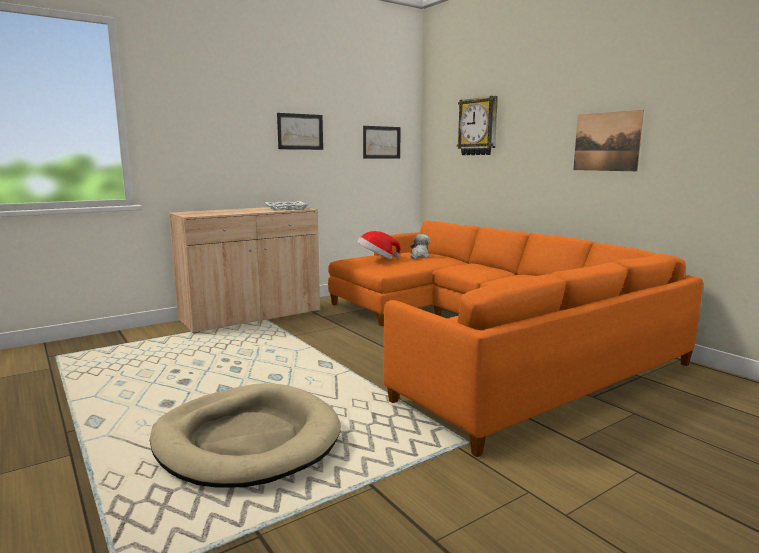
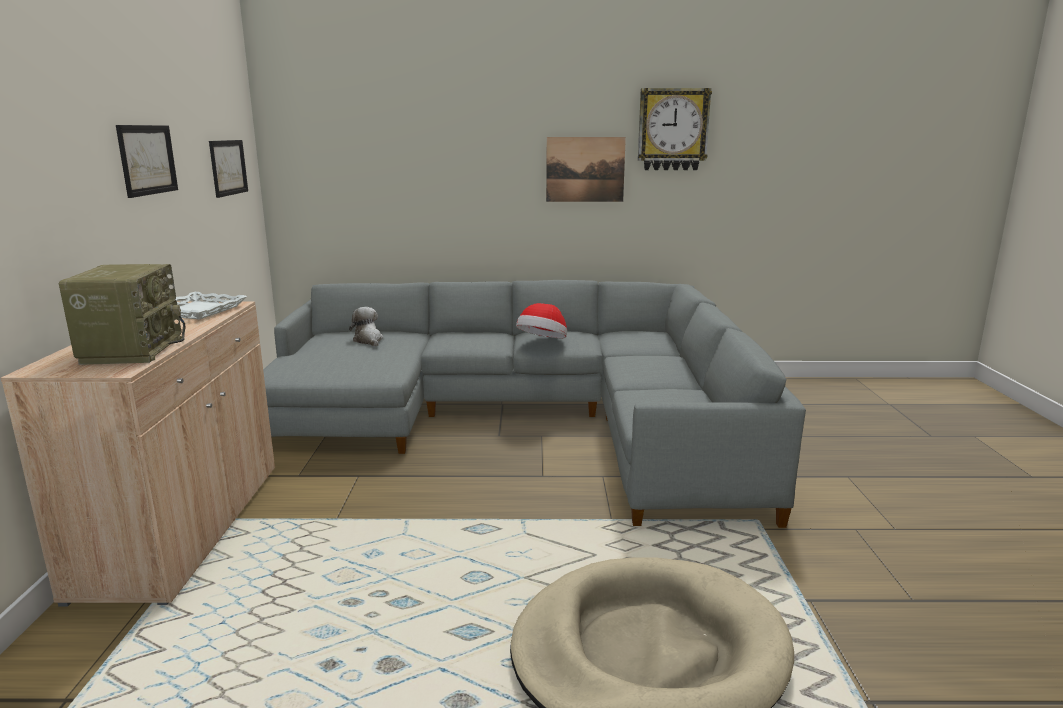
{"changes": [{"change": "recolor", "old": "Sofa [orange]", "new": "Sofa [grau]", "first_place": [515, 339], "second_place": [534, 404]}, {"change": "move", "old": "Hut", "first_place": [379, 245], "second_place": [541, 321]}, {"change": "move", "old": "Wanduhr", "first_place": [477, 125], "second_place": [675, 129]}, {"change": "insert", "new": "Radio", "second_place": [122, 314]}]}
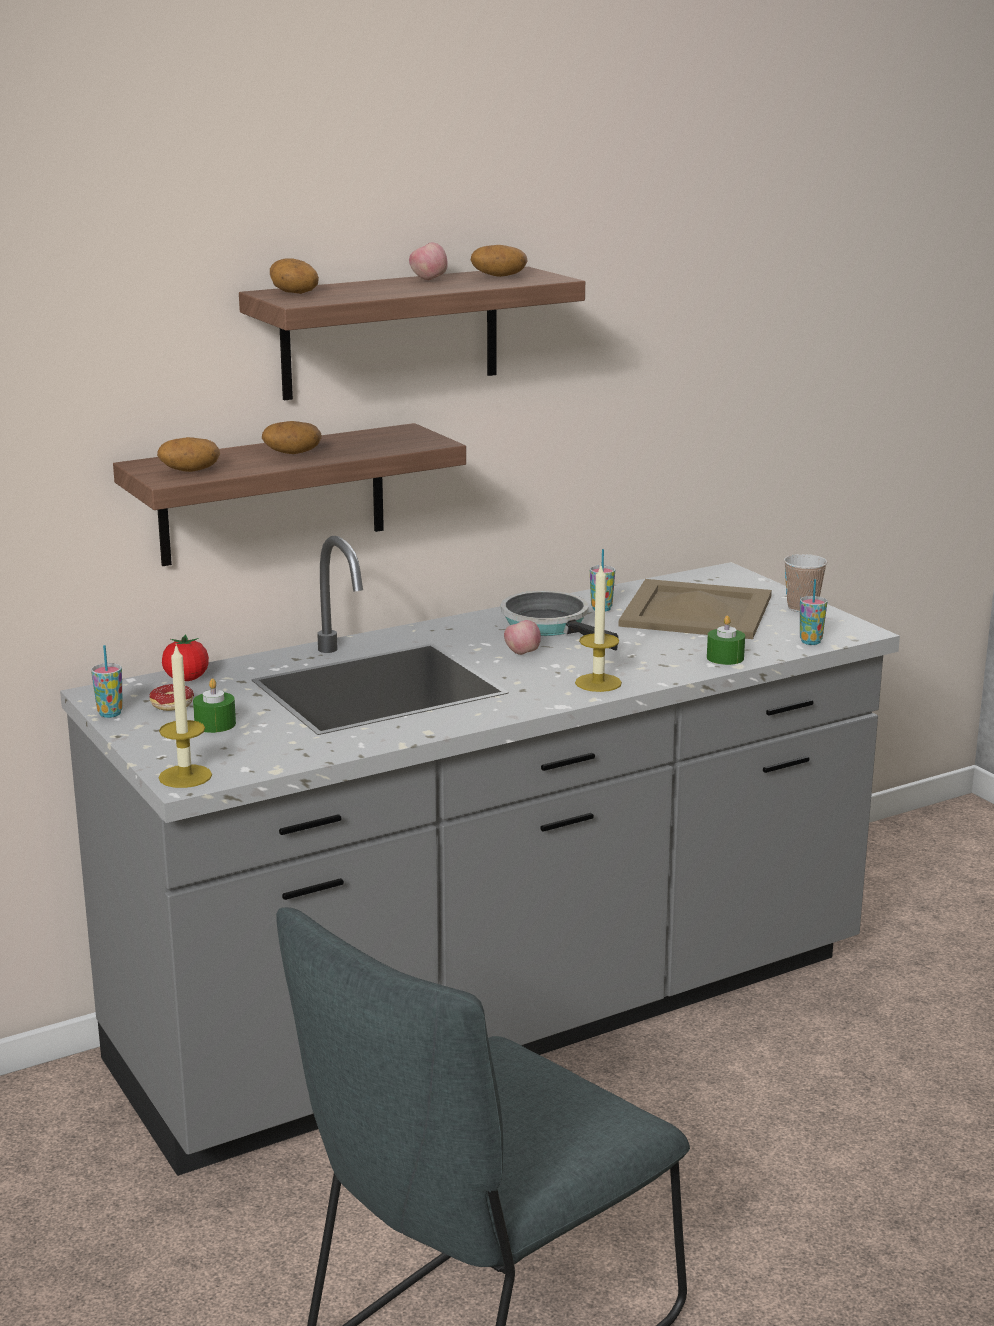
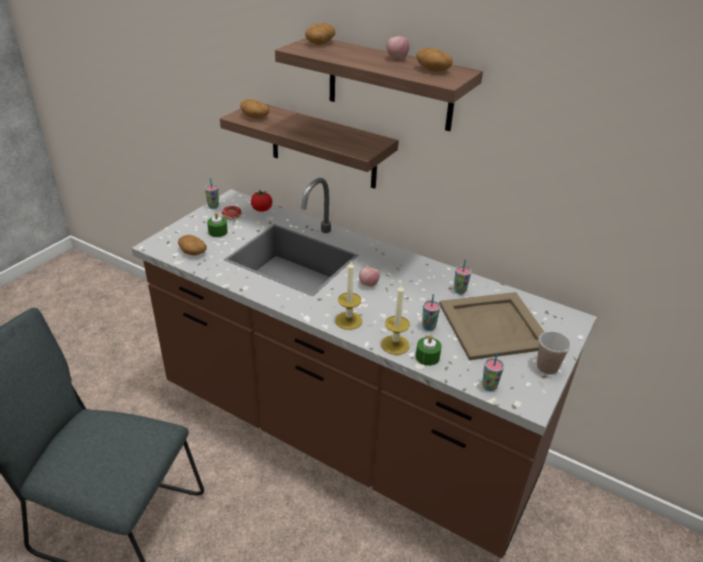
{"changes": [{"change": "recolor", "old": "Küchenzeile [grau]", "new": "Küchenzeile [braun]", "first_place": [480, 856], "second_place": [364, 368]}, {"change": "move", "old": "Kerze", "first_place": [185, 716], "second_place": [395, 319]}, {"change": "move", "old": "Kartoffel", "first_place": [292, 437], "second_place": [192, 245]}, {"change": "delete", "old": "Pfanne", "first_place": [559, 621]}, {"change": "insert", "new": "Tasse", "second_place": [431, 312]}]}
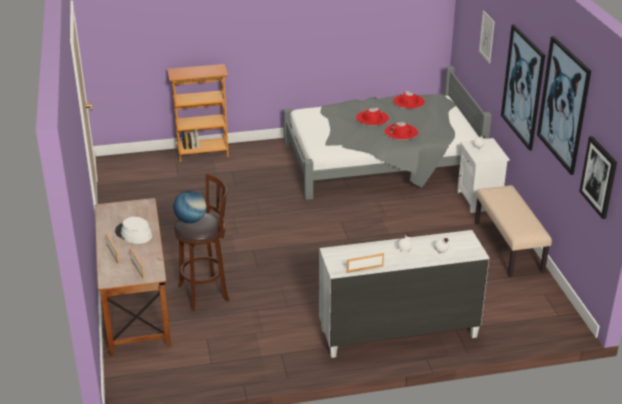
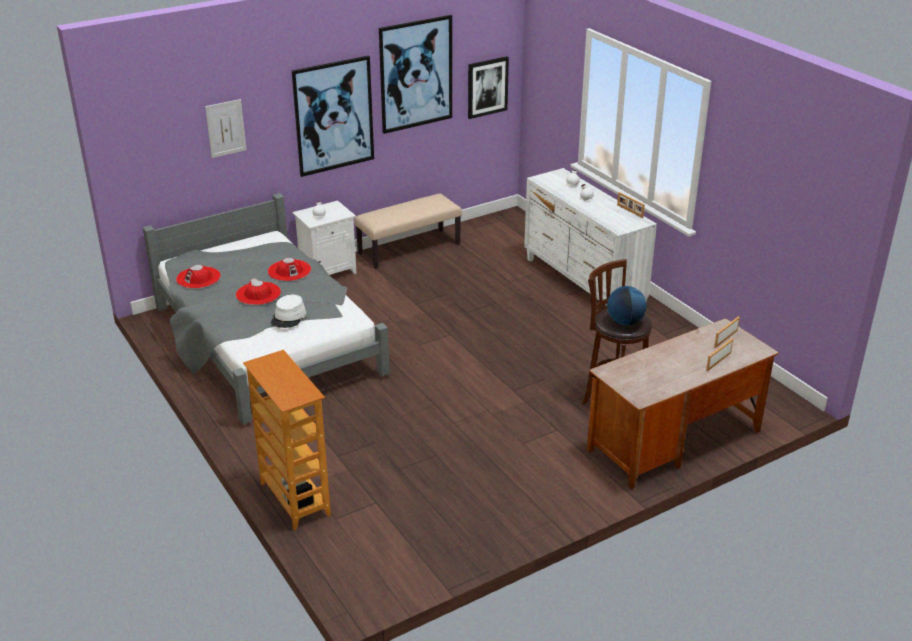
{"changes": [{"change": "move", "old": "Hut [weiß]", "first_place": [133, 230], "second_place": [288, 311]}]}
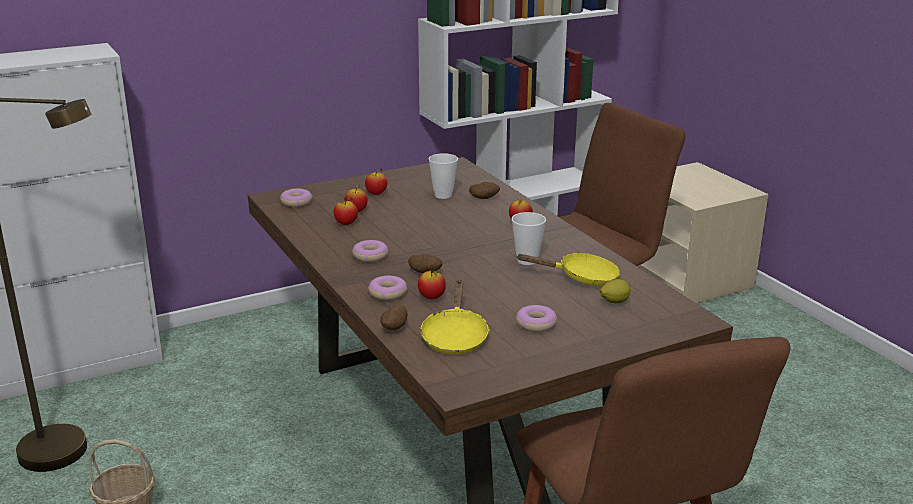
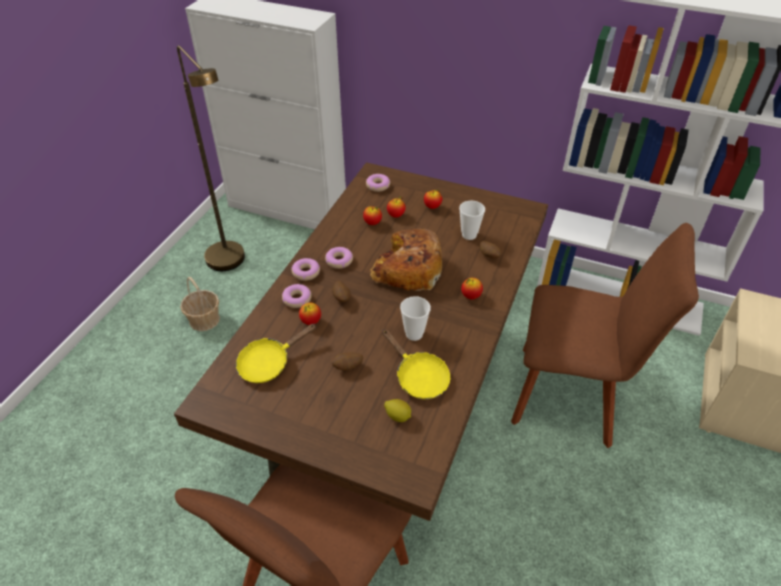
{"changes": [{"change": "move", "old": "Kartoffel", "first_place": [394, 317], "second_place": [347, 361]}, {"change": "move", "old": "Donut", "first_place": [536, 318], "second_place": [305, 269]}, {"change": "insert", "new": "Brot", "second_place": [405, 260]}]}
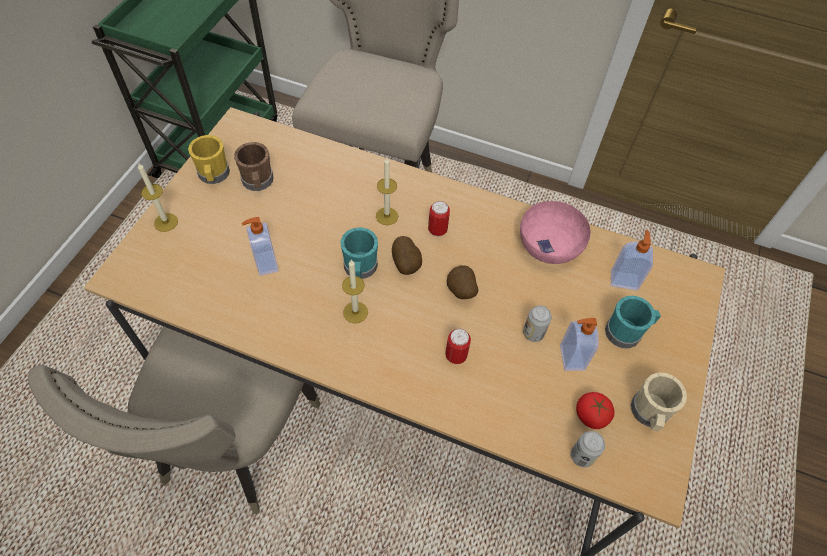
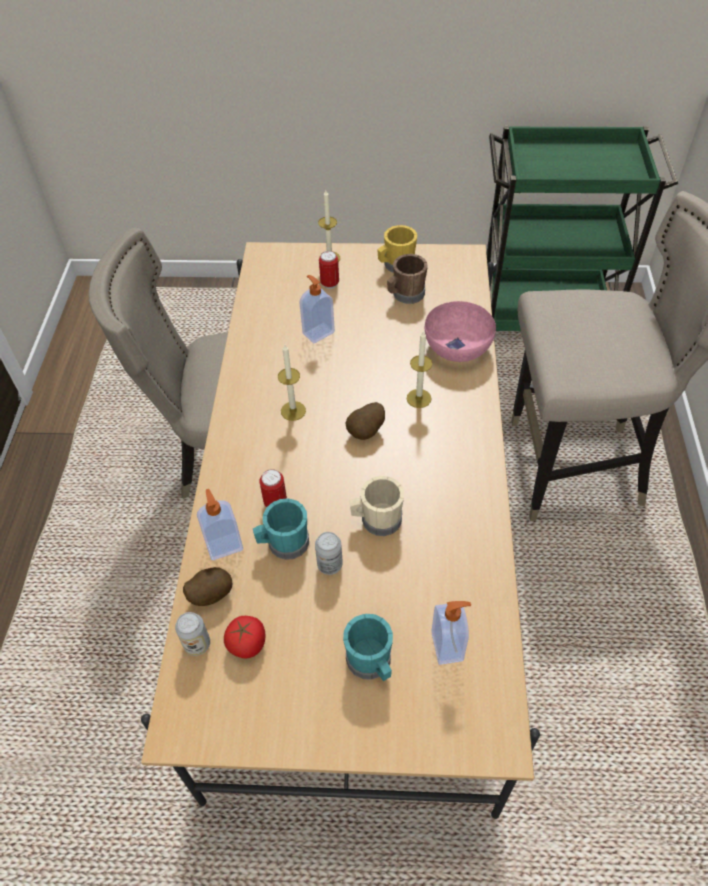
{"changes": [{"change": "move", "old": "Henkelbecher [türkis]", "first_place": [359, 253], "second_place": [281, 529]}, {"change": "move", "old": "Dose", "first_place": [439, 219], "second_place": [329, 270]}, {"change": "move", "old": "Kartoffel", "first_place": [462, 282], "second_place": [207, 586]}, {"change": "move", "old": "Schüssel [rosa]", "first_place": [555, 232], "second_place": [460, 331]}, {"change": "move", "old": "Seifenspender", "first_place": [579, 344], "second_place": [220, 524]}, {"change": "move", "old": "Henkelbecher [beige]", "first_place": [659, 402], "second_place": [376, 506]}]}
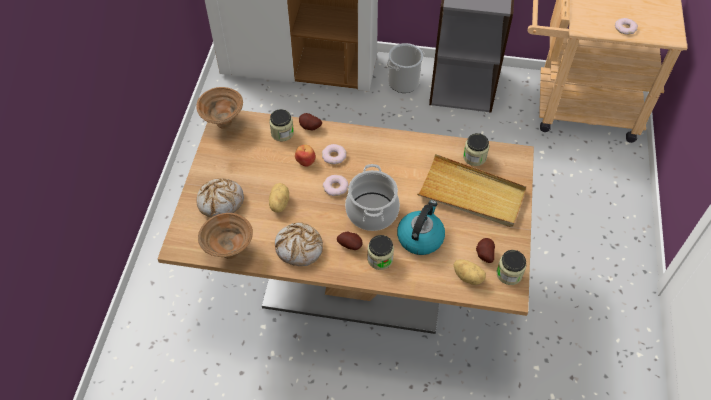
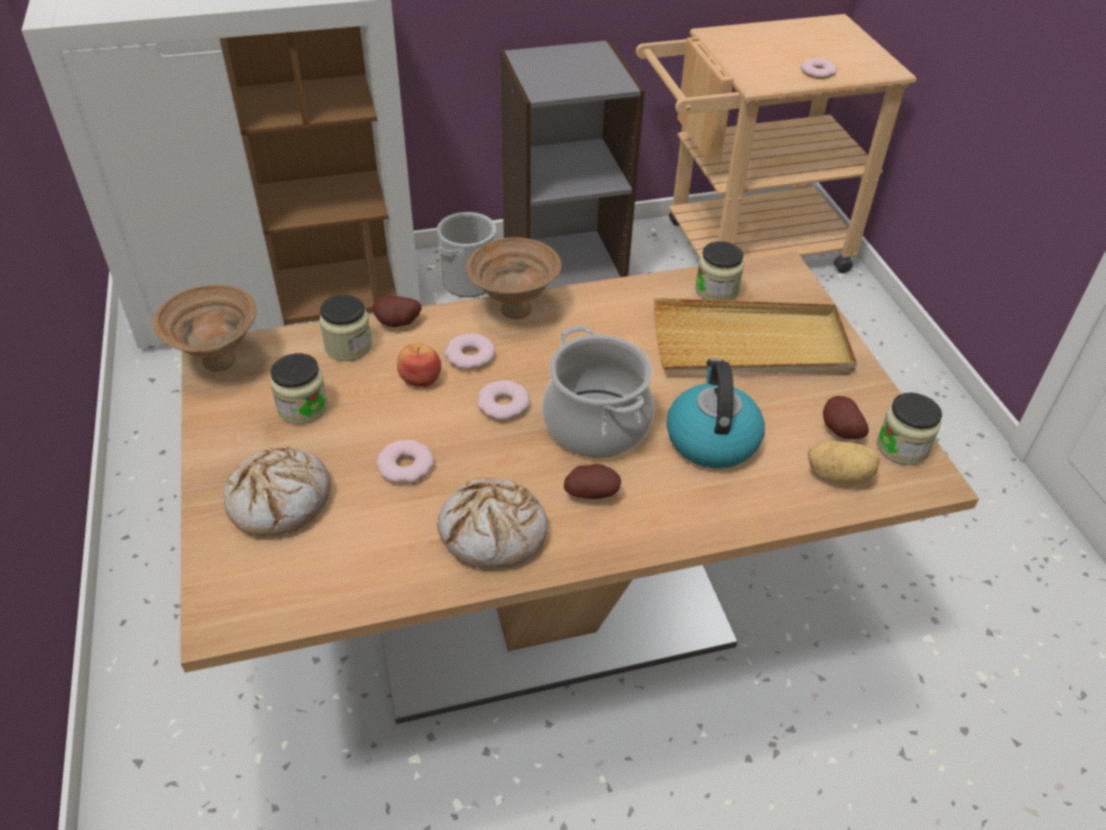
{"changes": [{"change": "move", "old": "Schüssel [braun]", "first_place": [225, 236], "second_place": [514, 278]}, {"change": "replace", "old": "Kartoffel", "new": "Donut", "first_place": [279, 197], "second_place": [405, 461]}, {"change": "move", "old": "Vorratsglas", "first_place": [380, 252], "second_place": [299, 388]}]}
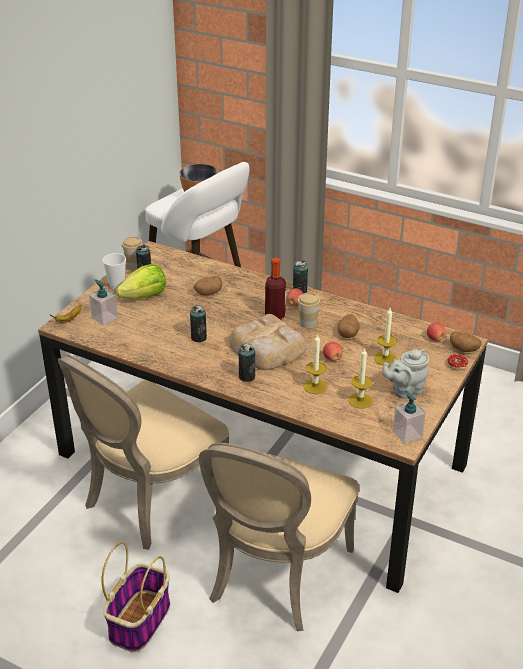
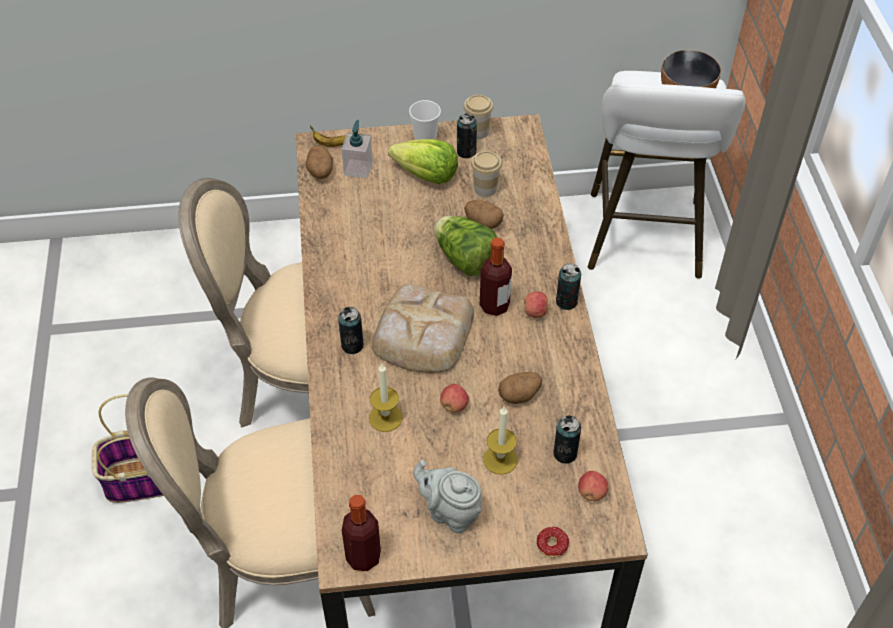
{"changes": [{"change": "move", "old": "Dose", "first_place": [198, 323], "second_place": [567, 439]}, {"change": "move", "old": "Tasse", "first_place": [309, 310], "second_place": [486, 174]}, {"change": "delete", "old": "Kerze", "first_place": [360, 378]}, {"change": "replace", "old": "Seifenspender", "new": "Flasche", "first_place": [409, 417], "second_place": [361, 533]}, {"change": "move", "old": "Kartoffel", "first_place": [466, 341], "second_place": [319, 162]}, {"change": "insert", "new": "Salatkopf", "second_place": [465, 246]}]}
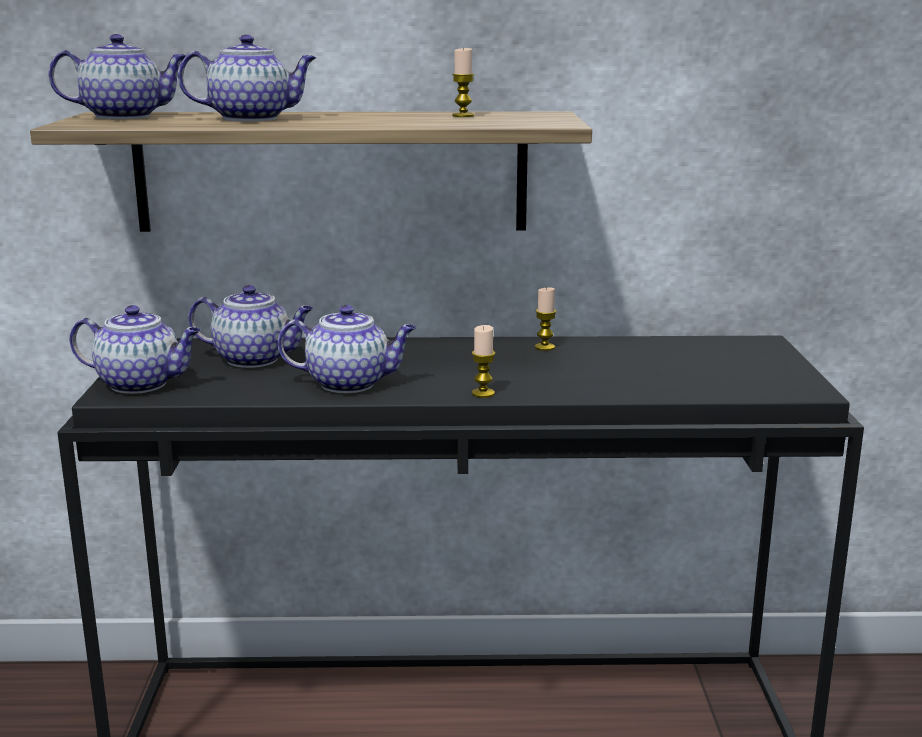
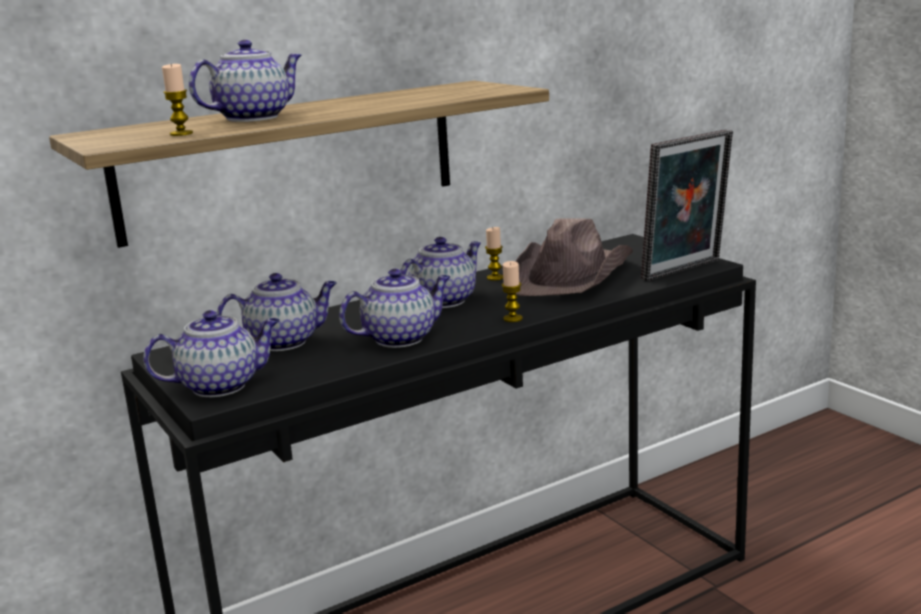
{"changes": [{"change": "move", "old": "Teekanne", "first_place": [117, 76], "second_place": [440, 272]}, {"change": "move", "old": "Kerze", "first_place": [463, 82], "second_place": [177, 100]}, {"change": "insert", "new": "Hut [braun]", "second_place": [574, 257]}, {"change": "insert", "new": "Bilderrahmen", "second_place": [687, 205]}]}
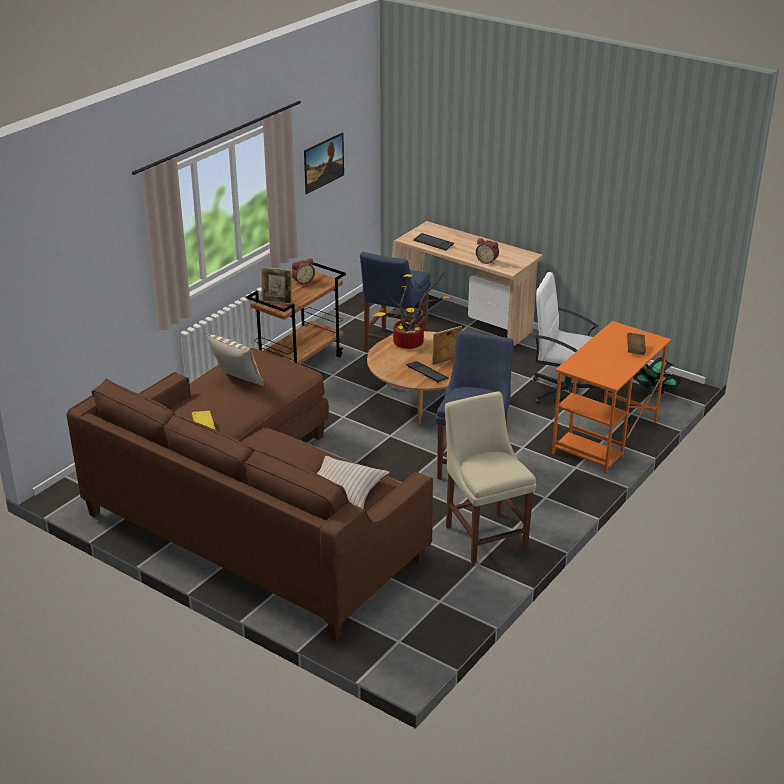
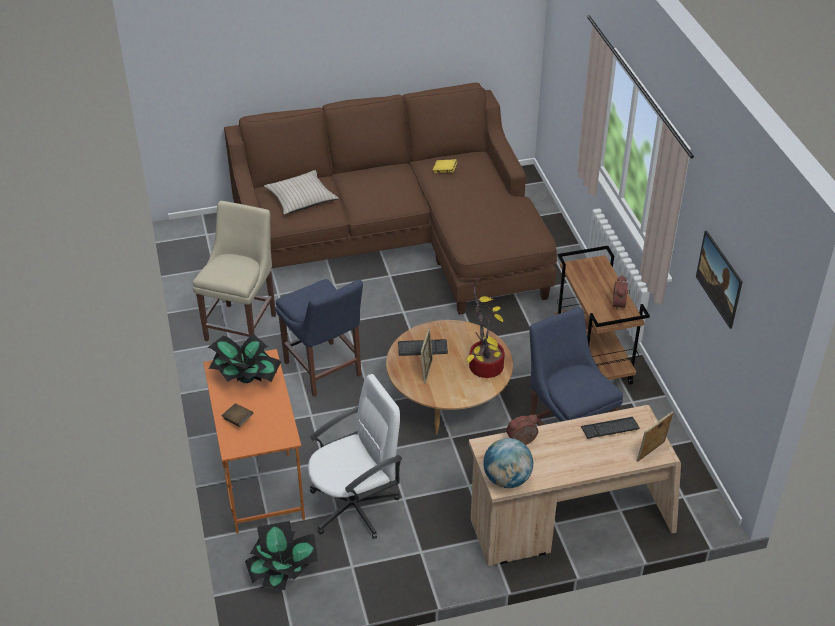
{"changes": [{"change": "delete", "old": "Kissen", "first_place": [235, 360]}, {"change": "move", "old": "Bilderrahmen", "first_place": [276, 285], "second_place": [655, 436]}, {"change": "rotate", "old": "Stuhl [beige]", "first_place": [490, 477], "second_place": [234, 271], "degrees": -90}, {"change": "insert", "new": "Topfpflanze", "second_place": [244, 358]}, {"change": "insert", "new": "Globus", "second_place": [508, 463]}]}
